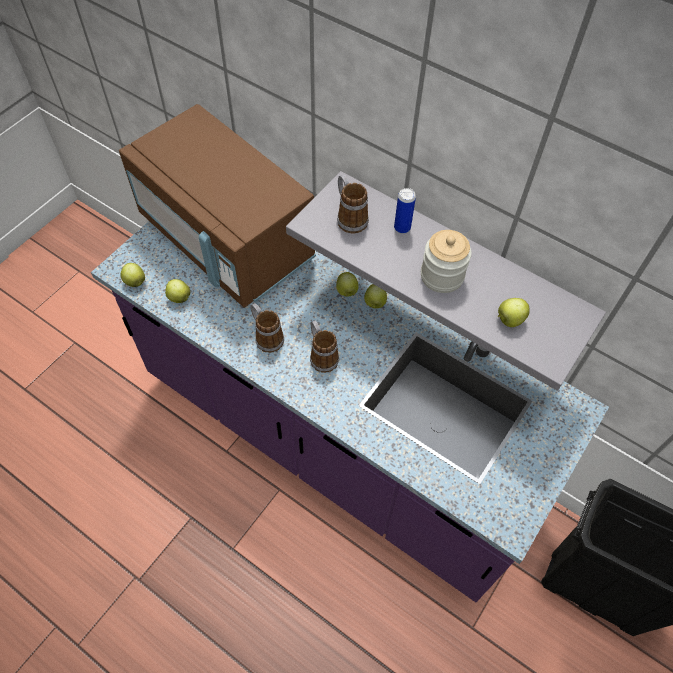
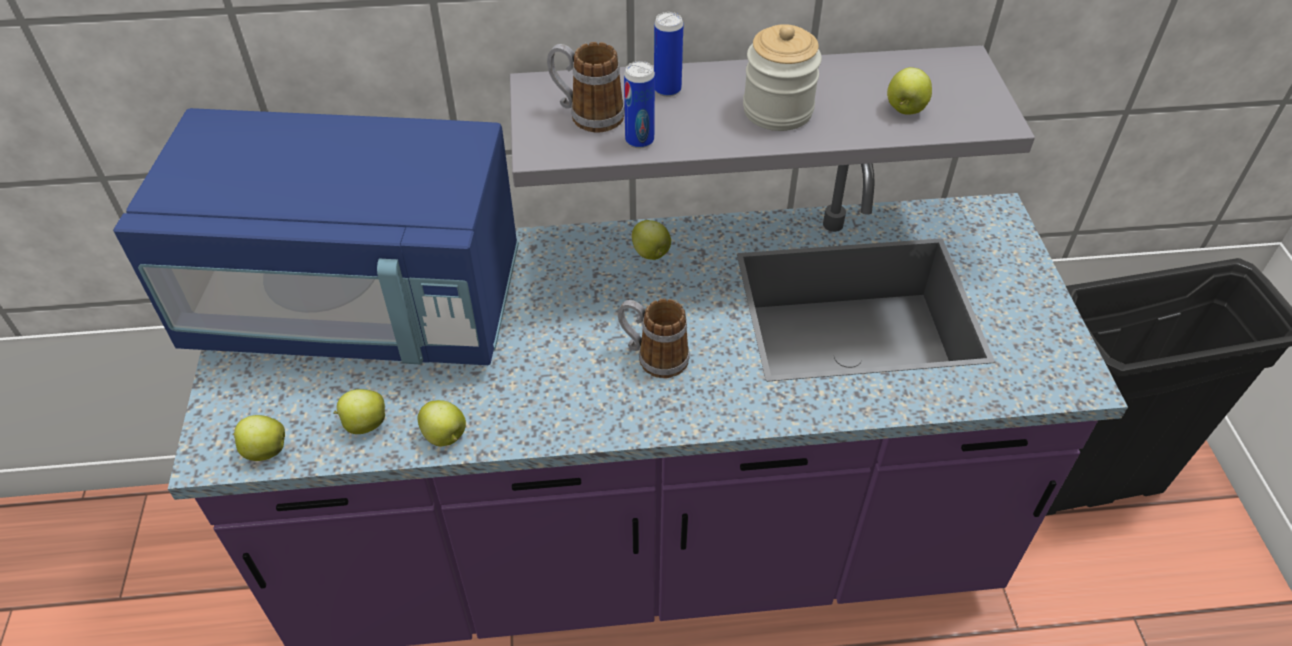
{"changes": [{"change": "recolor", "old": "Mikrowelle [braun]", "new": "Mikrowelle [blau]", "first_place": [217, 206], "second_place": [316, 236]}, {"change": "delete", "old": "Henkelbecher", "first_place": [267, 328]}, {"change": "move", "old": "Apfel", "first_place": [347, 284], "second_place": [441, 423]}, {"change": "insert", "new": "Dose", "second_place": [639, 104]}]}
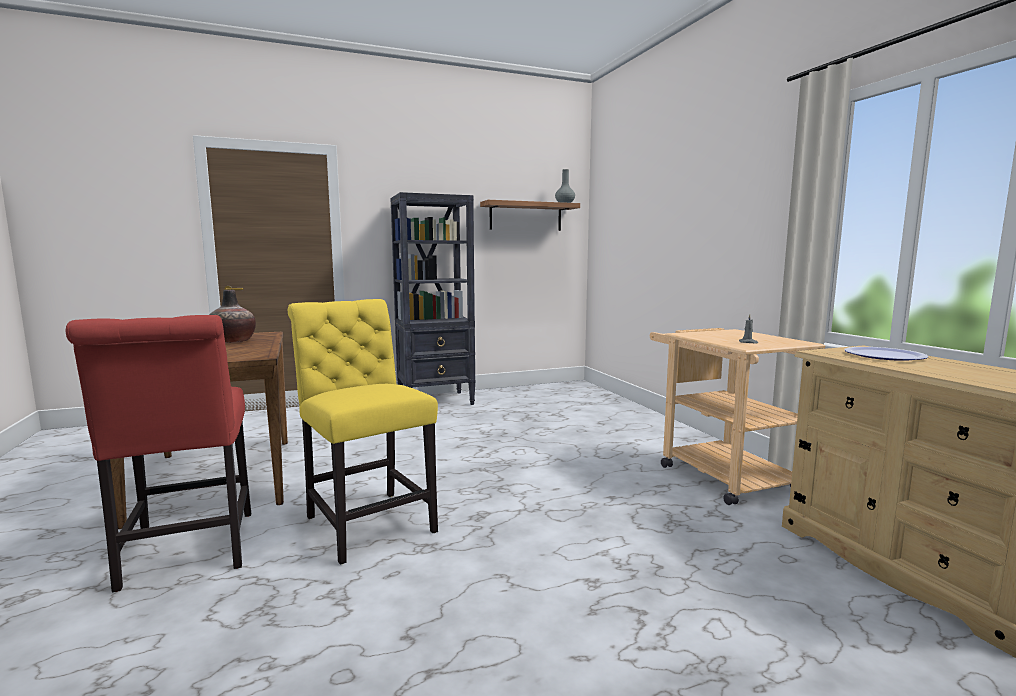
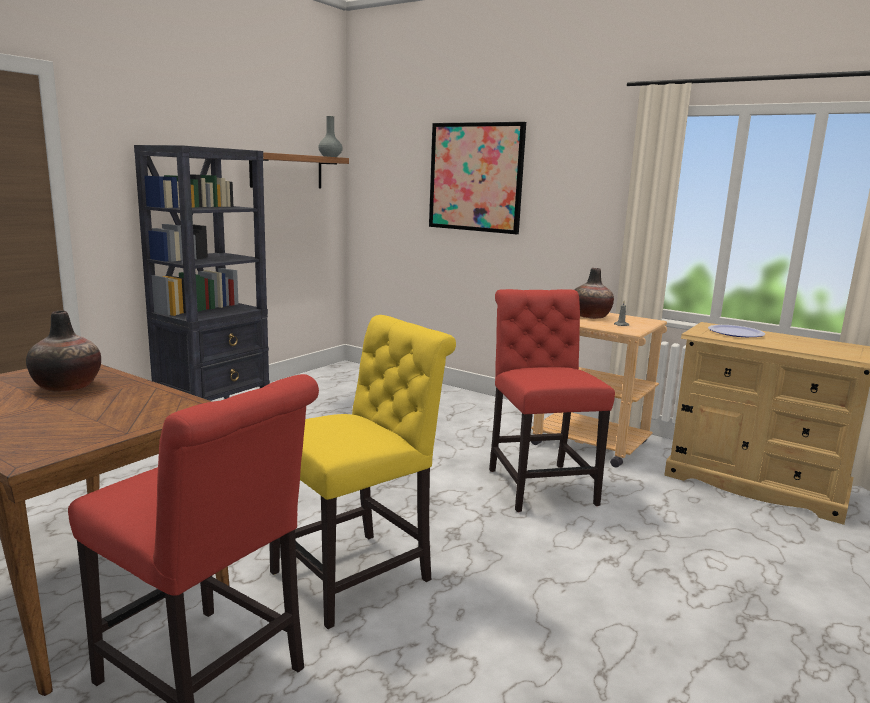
{"changes": [{"change": "rotate", "old": "Stuhl [gelb]", "first_place": [362, 432], "second_place": [362, 472], "degrees": 120}, {"change": "insert", "new": "Bild", "second_place": [477, 178]}, {"change": "insert", "new": "Stuhl [rot]", "second_place": [552, 400]}, {"change": "insert", "new": "Vase", "second_place": [594, 293]}]}
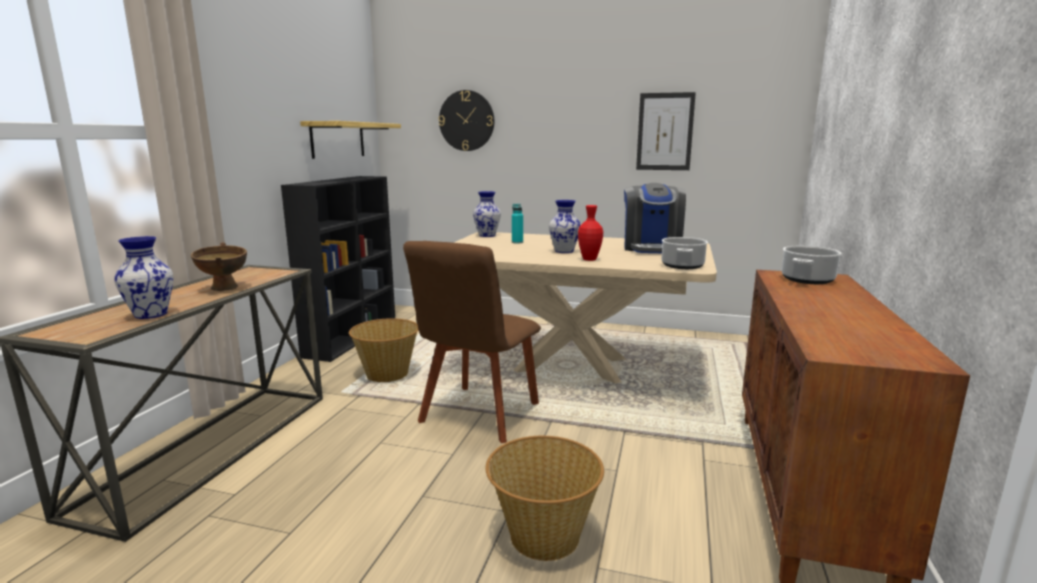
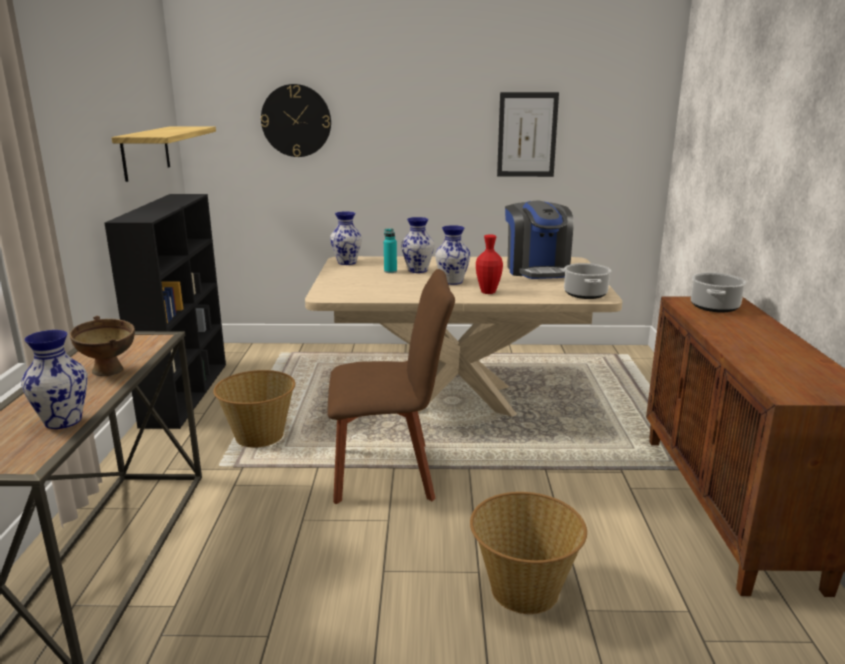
{"changes": [{"change": "rotate", "old": "Stuhl [braun]", "first_place": [472, 342], "second_place": [391, 386], "degrees": -105}, {"change": "insert", "new": "Vase", "second_place": [417, 245]}]}
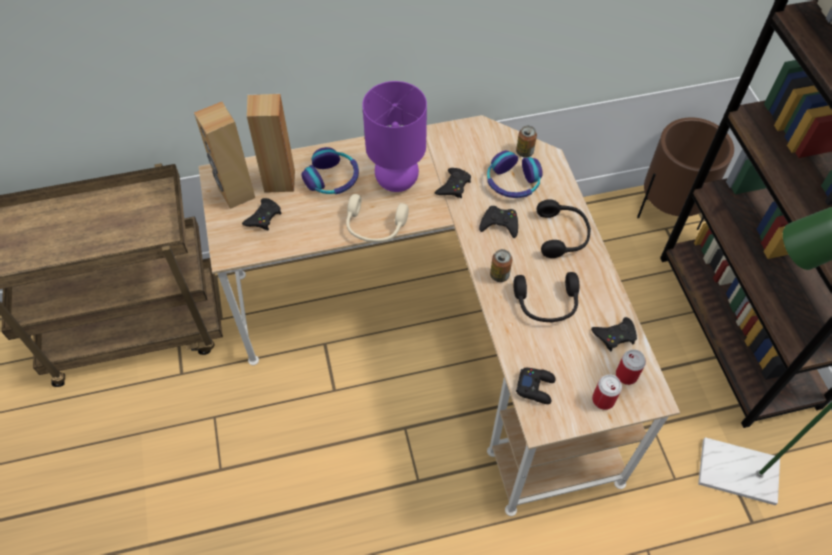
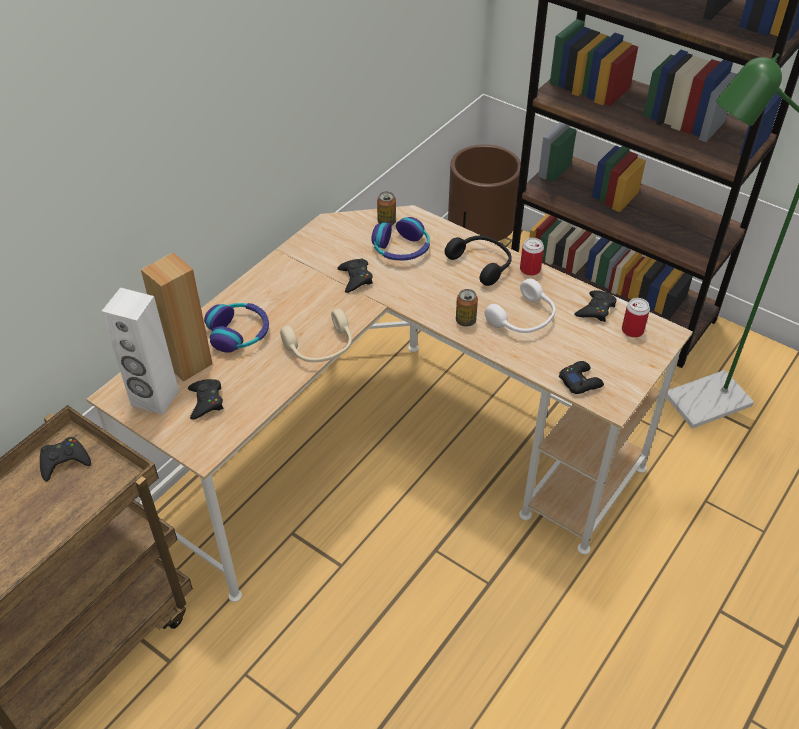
{"changes": [{"change": "recolor", "old": "Lautsprecher [braun]", "new": "Lautsprecher [weiß]", "first_place": [224, 155], "second_place": [140, 351]}, {"change": "delete", "old": "Tischlampe [lila]", "first_place": [394, 136]}, {"change": "move", "old": "Gamepad [schwarz]", "first_place": [498, 222], "second_place": [65, 459]}, {"change": "recolor", "old": "Kopfhörer [schwarz]", "new": "Kopfhörer [weiß]", "first_place": [546, 297], "second_place": [520, 306]}, {"change": "move", "old": "Dose", "first_place": [607, 392], "second_place": [532, 257]}]}
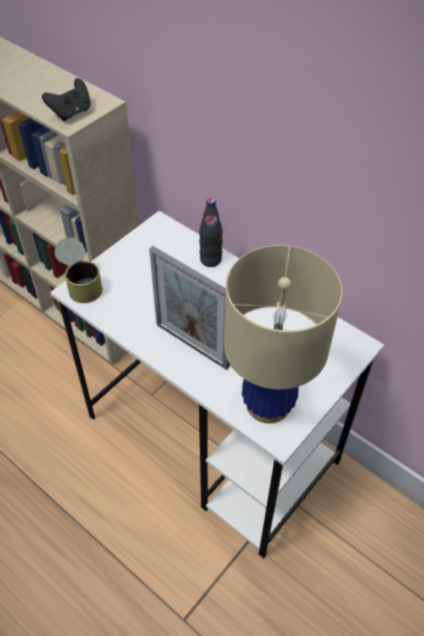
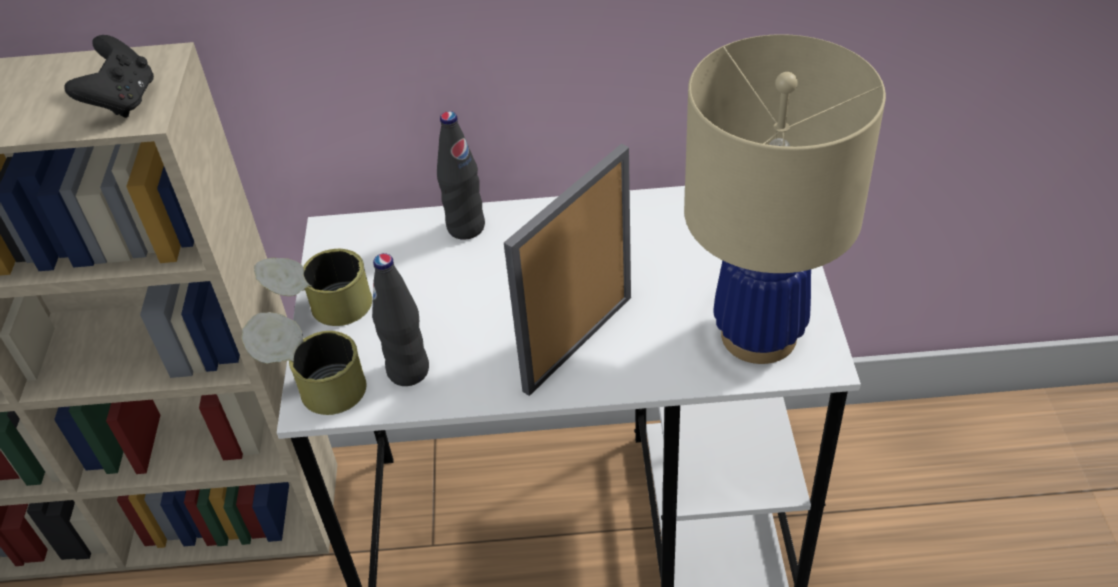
{"changes": [{"change": "rotate", "old": "Bilderrahmen", "first_place": [189, 308], "second_place": [567, 270], "degrees": 135}, {"change": "insert", "new": "Dose", "second_place": [313, 287]}, {"change": "insert", "new": "Flasche [schwarz]", "second_place": [400, 319]}]}
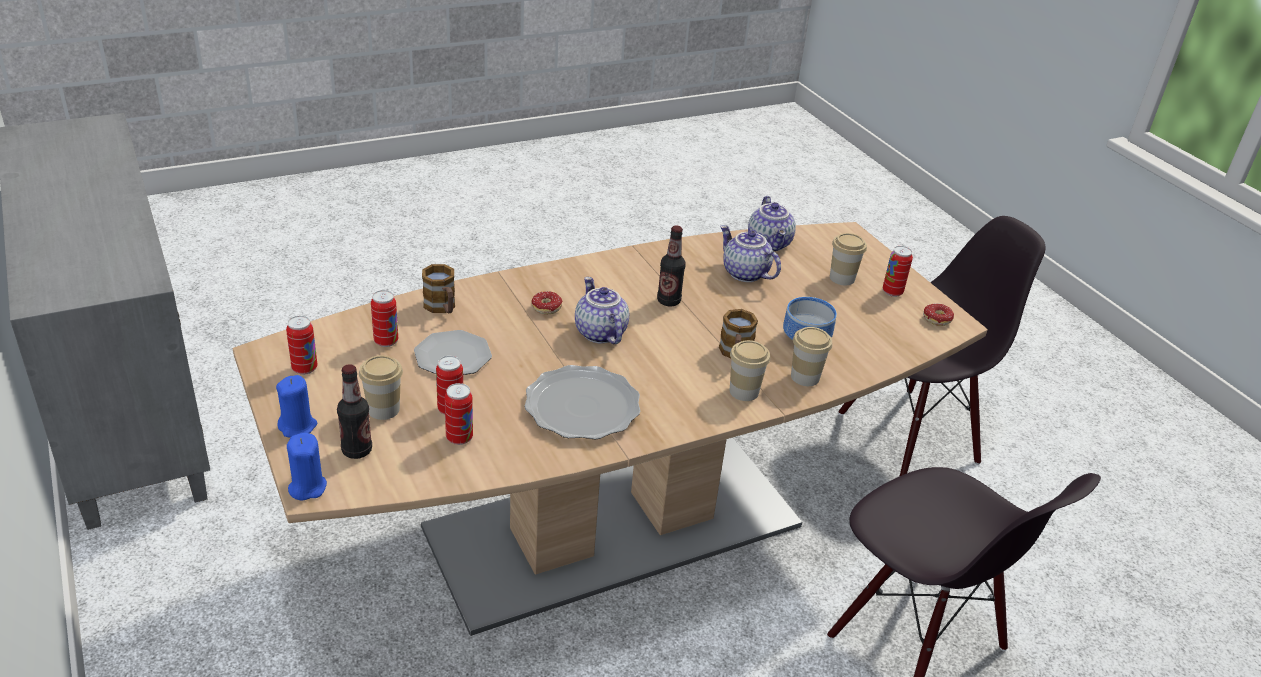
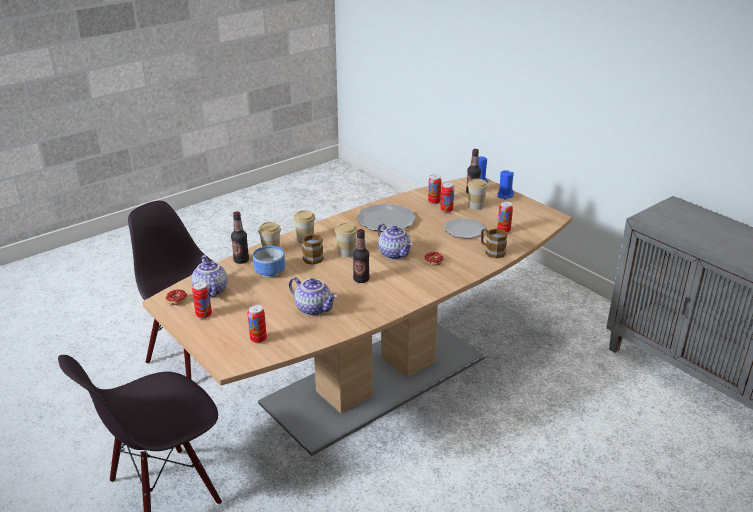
{"changes": [{"change": "move", "old": "Dose", "first_place": [301, 345], "second_place": [257, 324]}, {"change": "move", "old": "Teekanne", "first_place": [772, 223], "second_place": [209, 276]}, {"change": "move", "old": "Tasse", "first_place": [848, 259], "second_place": [346, 240]}, {"change": "insert", "new": "Flasche", "second_place": [240, 237]}]}
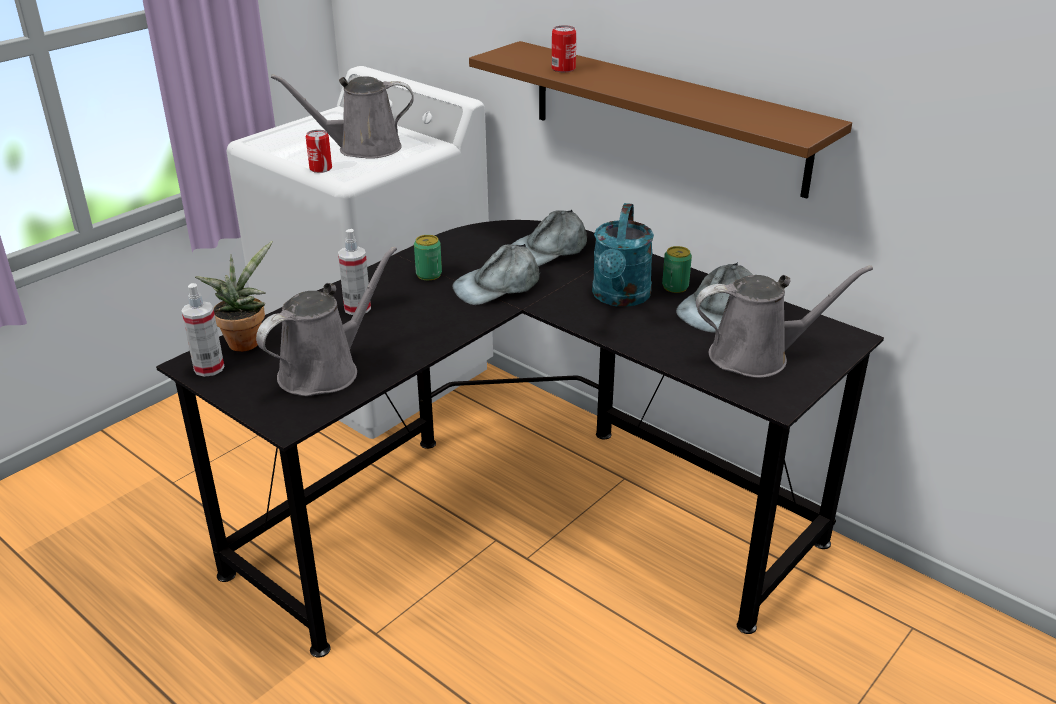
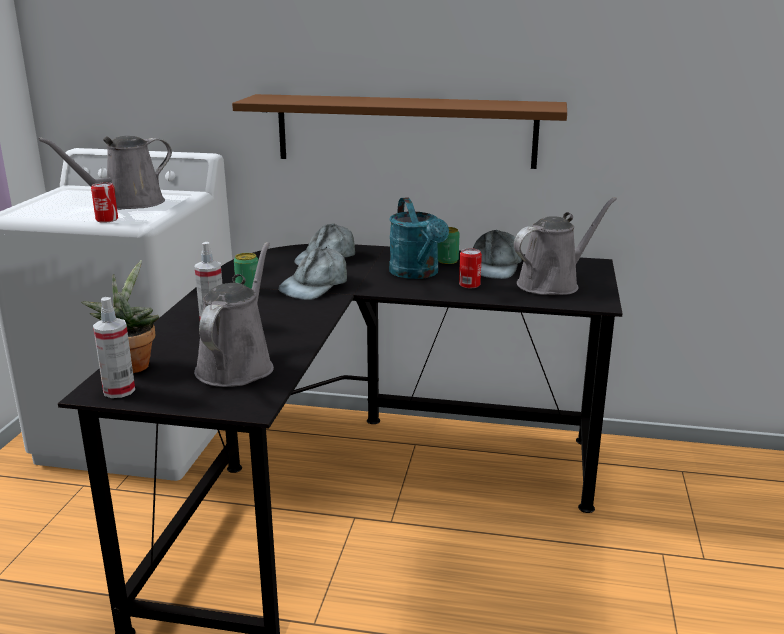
{"changes": [{"change": "move", "old": "Dose", "first_place": [564, 48], "second_place": [470, 268]}]}
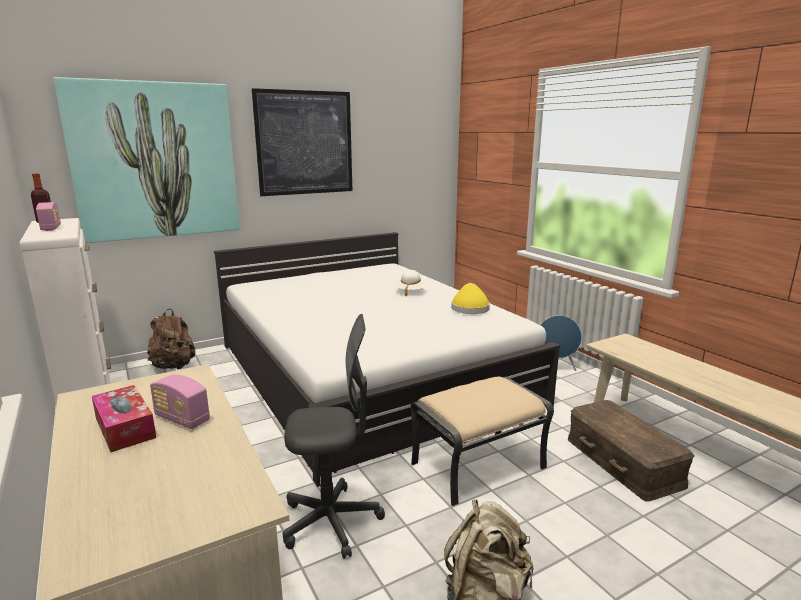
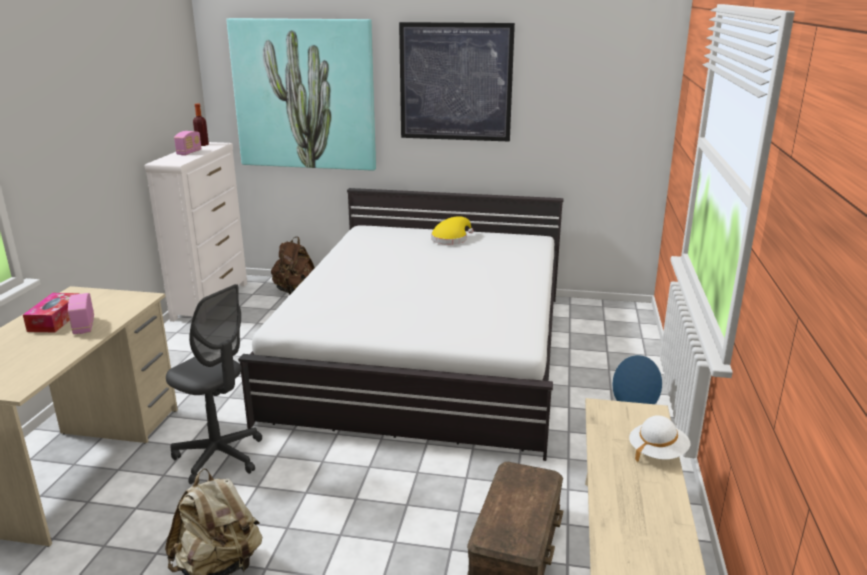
{"changes": [{"change": "move", "old": "Hut [weiß]", "first_place": [411, 283], "second_place": [660, 438]}, {"change": "delete", "old": "Polsterhocker [beige]", "first_place": [482, 441]}, {"change": "move", "old": "Hut [gelb]", "first_place": [470, 298], "second_place": [452, 230]}]}
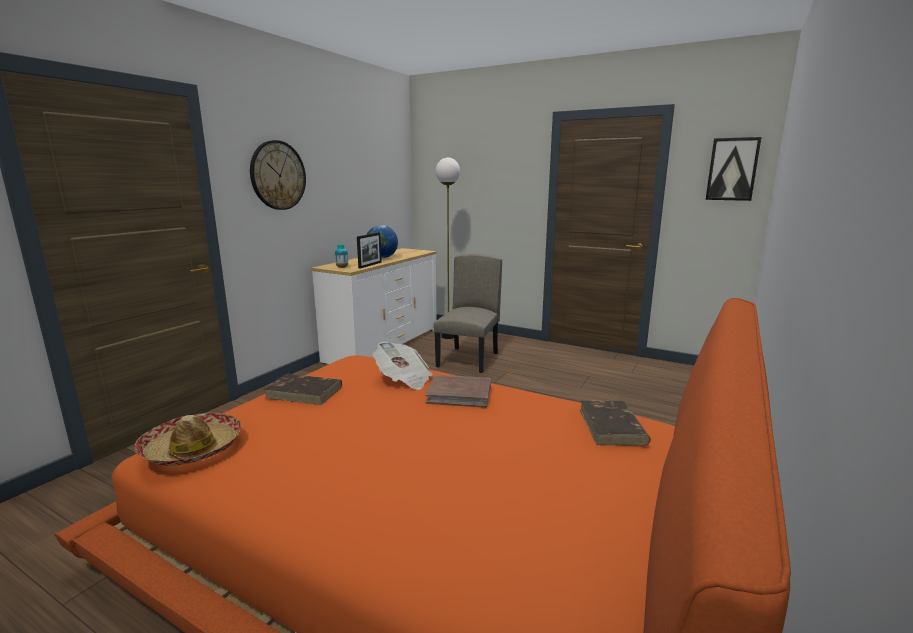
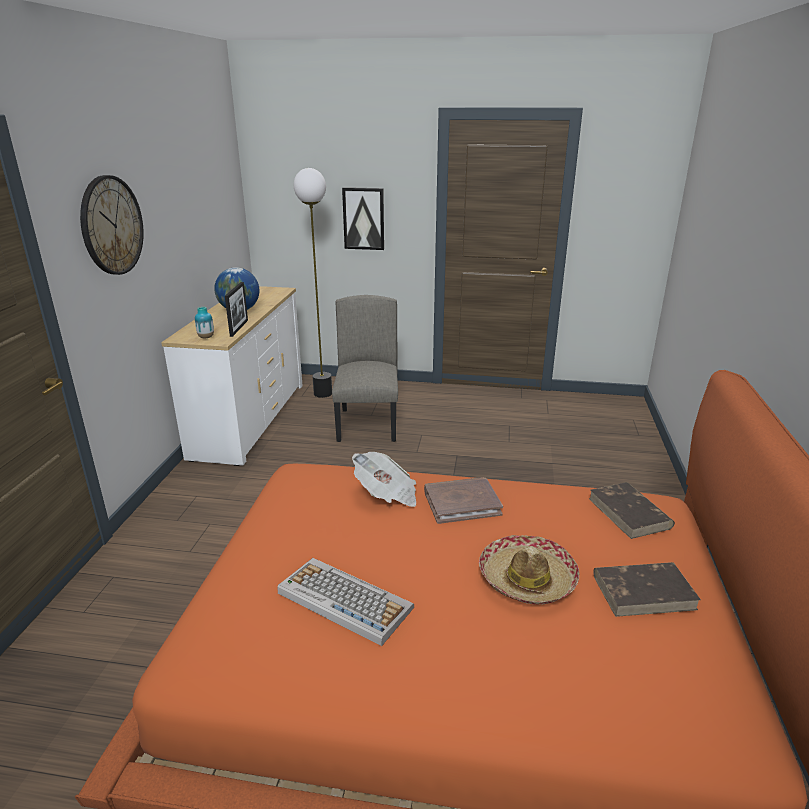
{"changes": [{"change": "move", "old": "Hut", "first_place": [188, 439], "second_place": [529, 570]}, {"change": "move", "old": "Buch [braun]", "first_place": [303, 389], "second_place": [647, 589]}, {"change": "move", "old": "Bild", "first_place": [734, 169], "second_place": [363, 218]}, {"change": "insert", "new": "Tastatur", "second_place": [345, 602]}]}
